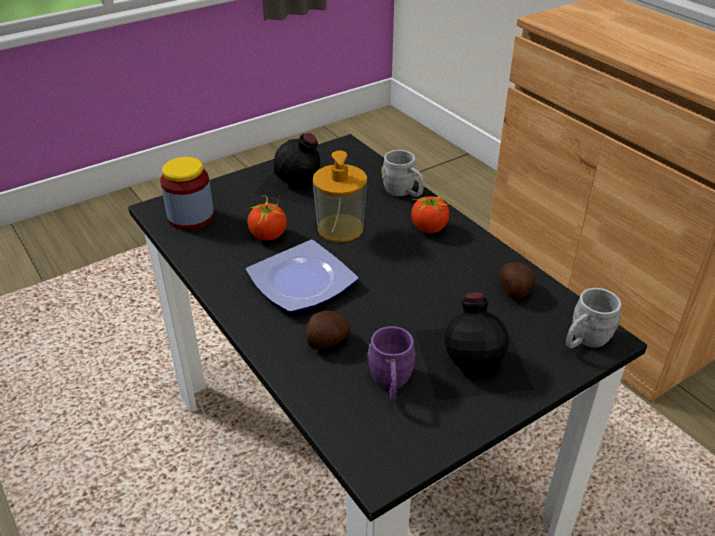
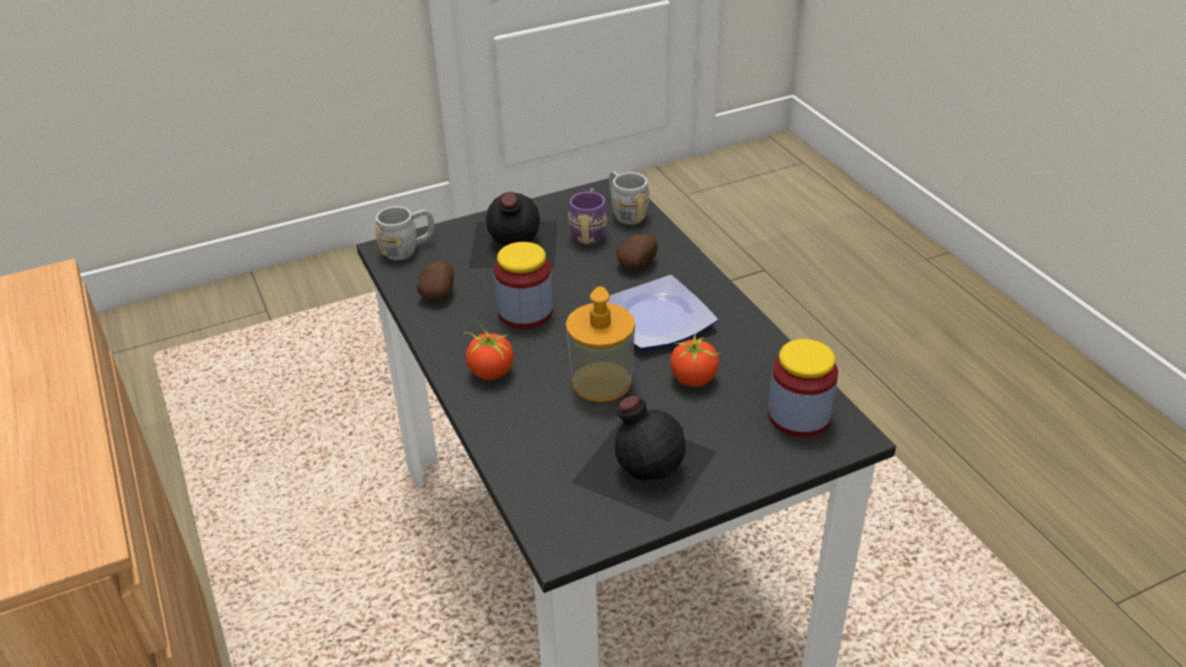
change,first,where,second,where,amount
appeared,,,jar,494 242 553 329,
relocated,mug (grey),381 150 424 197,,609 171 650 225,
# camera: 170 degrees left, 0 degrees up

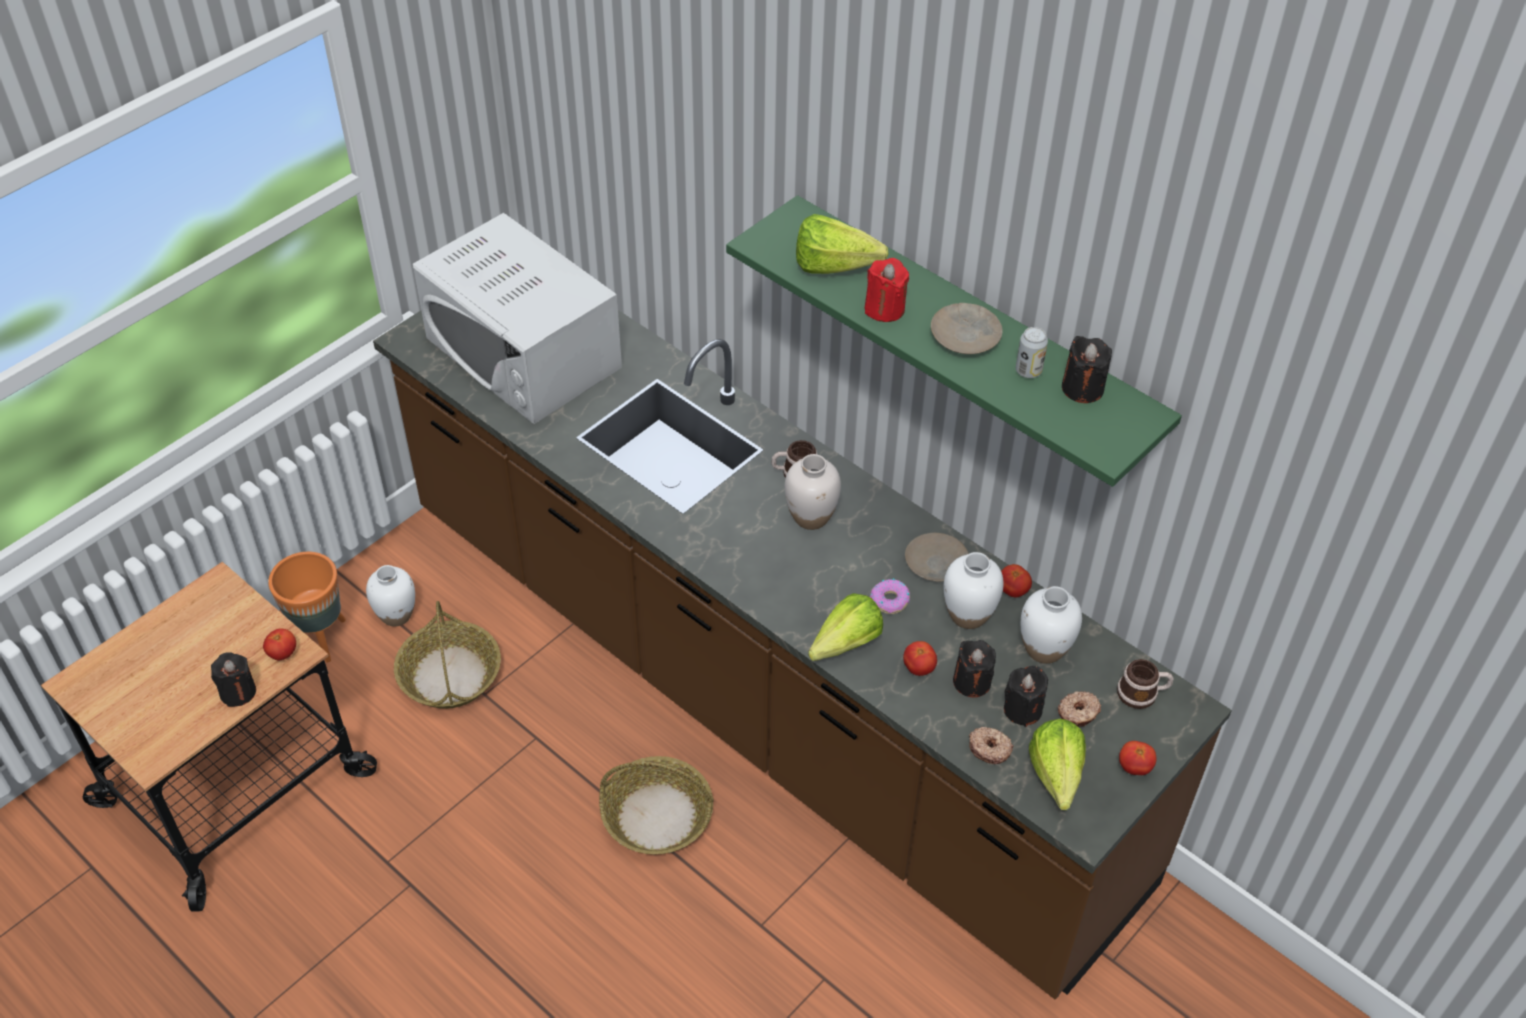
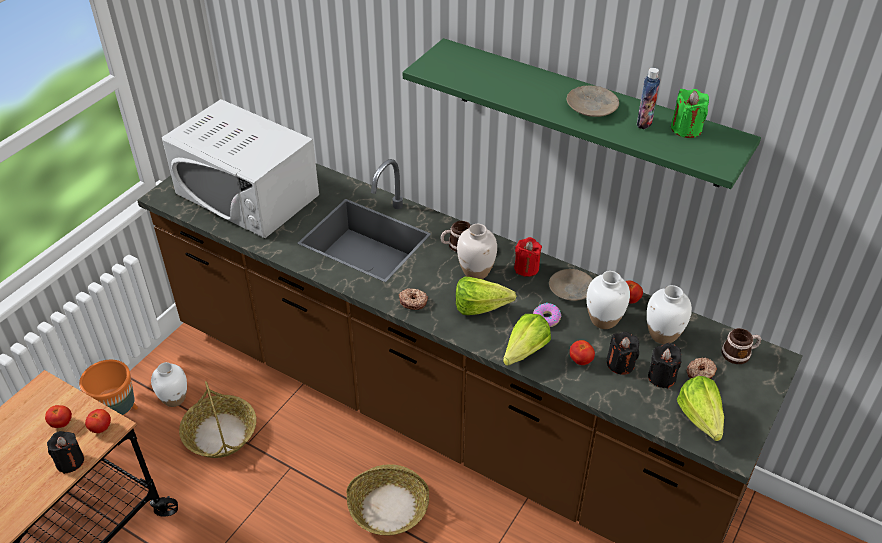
change,first,where,second,where,amount
relocated,tomato,1119 741 1157 775,,45 405 72 428,
relocated,donut,969 727 1014 764,,399 288 428 310,
relocated,lettuce,796 214 889 274,,456 277 516 315,
relocated,candle (red),865 258 909 322,,514 237 542 277,
exchanged,can,1016 327 1048 378,bottle,637 68 660 129,
colour,candle (black),1062 336 1112 403,candle (green),671 89 709 138,
# camera: 10 degrees left, 5 degrees down

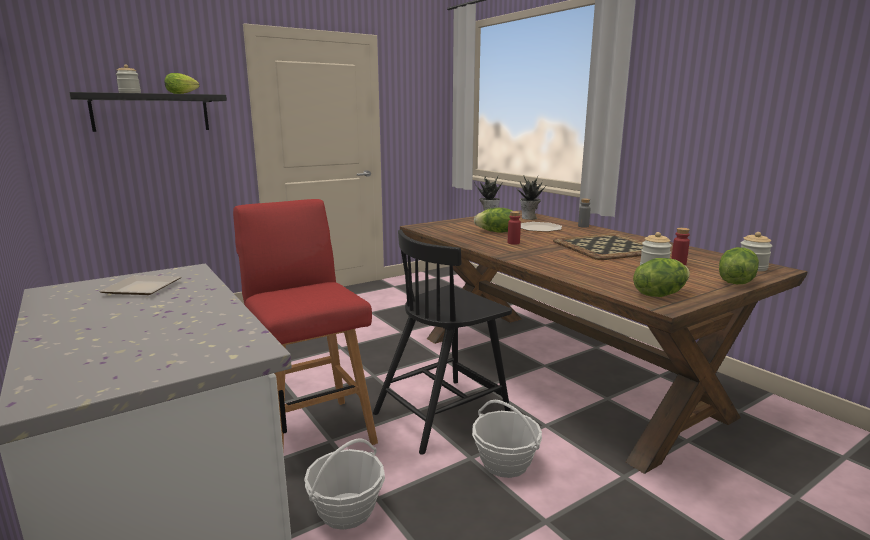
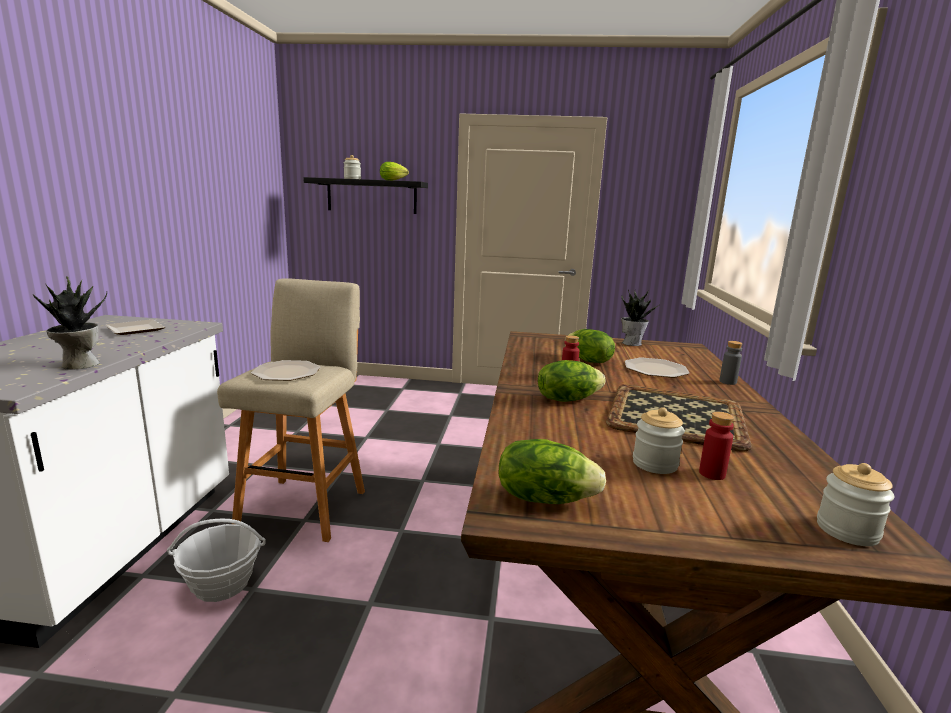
change,first,where,second,where,amount
relocated,potted plant,517 175 546 220,,33 276 107 370,
colour,stool (red),233 199 378 451,stool (beige),217 278 365 542,
appeared,,,plate,251 360 321 381,
relocated,lettuce,719 247 759 284,,538 360 605 402,
missing,chair (black),373 230 512 455,,,
missing,basket,472 400 542 478,,,
# camera: 40 degrees right, 0 degrees up

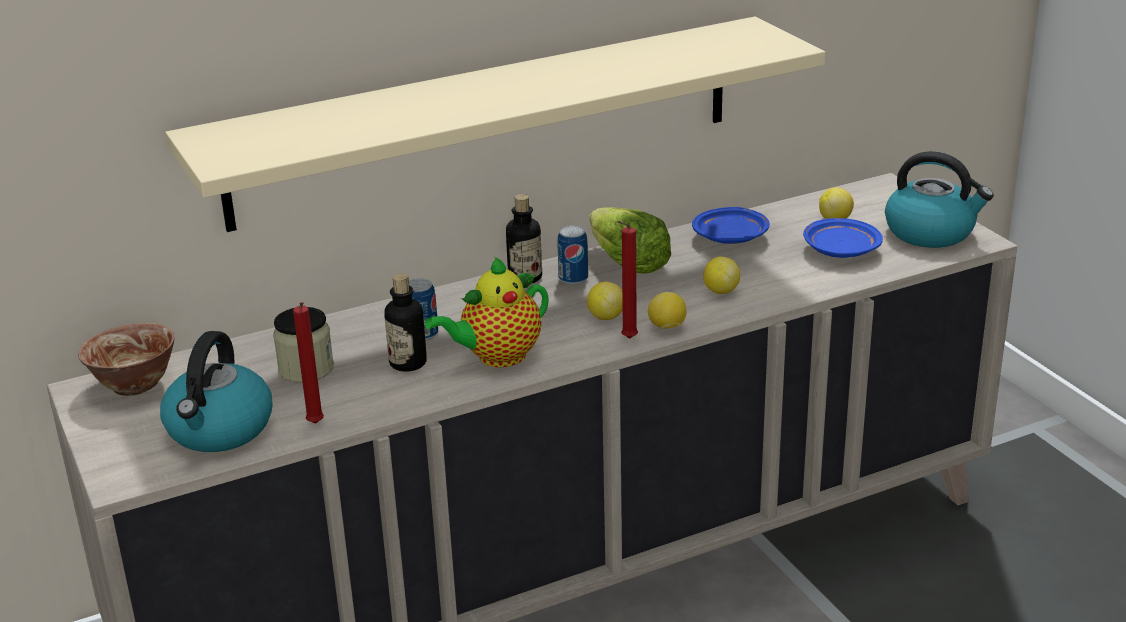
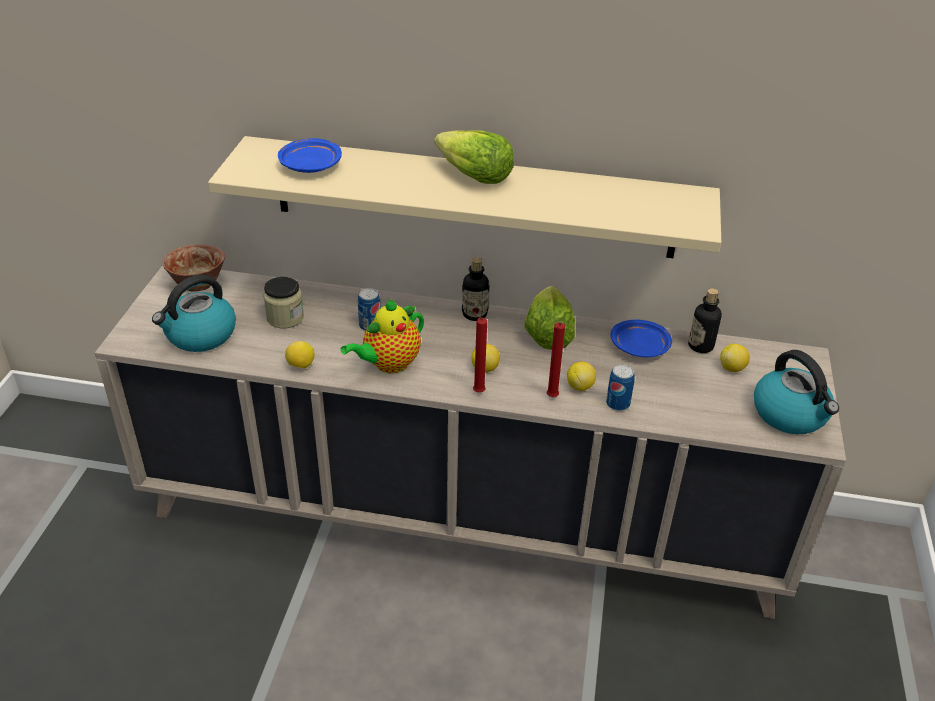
change,first,where,second,where,amount
relocated,plate (blue),803 218 883 258,,278 138 342 173,
relocated,lemon,648 292 686 329,,285 341 314 369,
spun,teapot,425 257 549 367,,341 299 424 373,45 degrees counterclockwise
appeared,,,lettuce,434 130 514 184,
relocated,candle (red),293 302 324 424,,547 322 565 397,
relocated,can,557 225 588 285,,606 364 635 411,
relocated,bottle,384 273 427 372,,688 288 722 353,
# camera: 35 degrees right, 10 degrees up

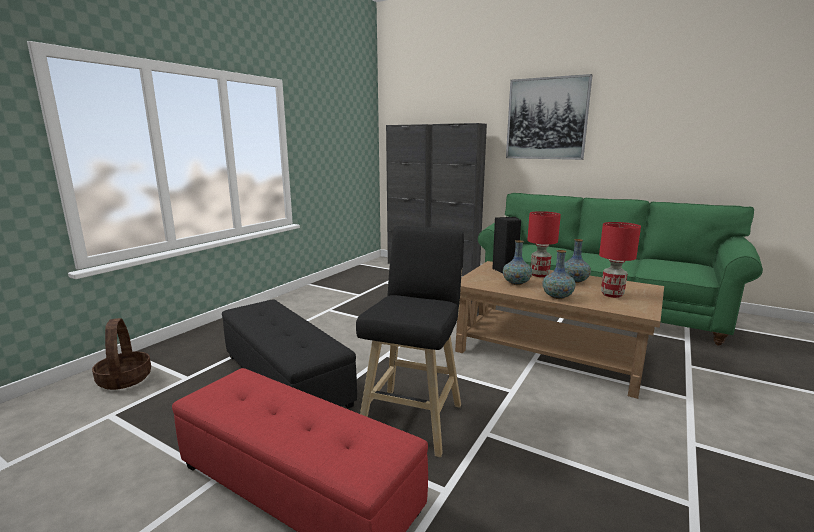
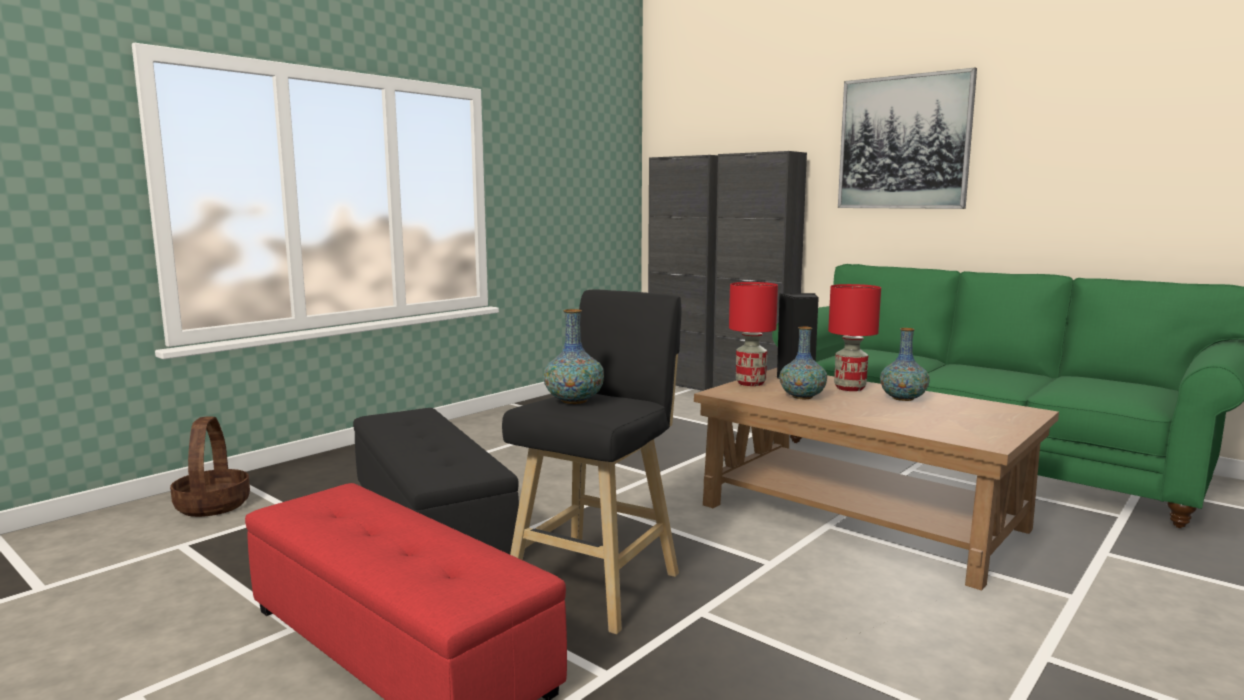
change,first,where,second,where,amount
relocated,vase,542 250 576 299,,543 309 604 404,
relocated,table lamp (red),599 222 641 298,,729 282 778 386,
# camera: 10 degrees right, 5 degrees down

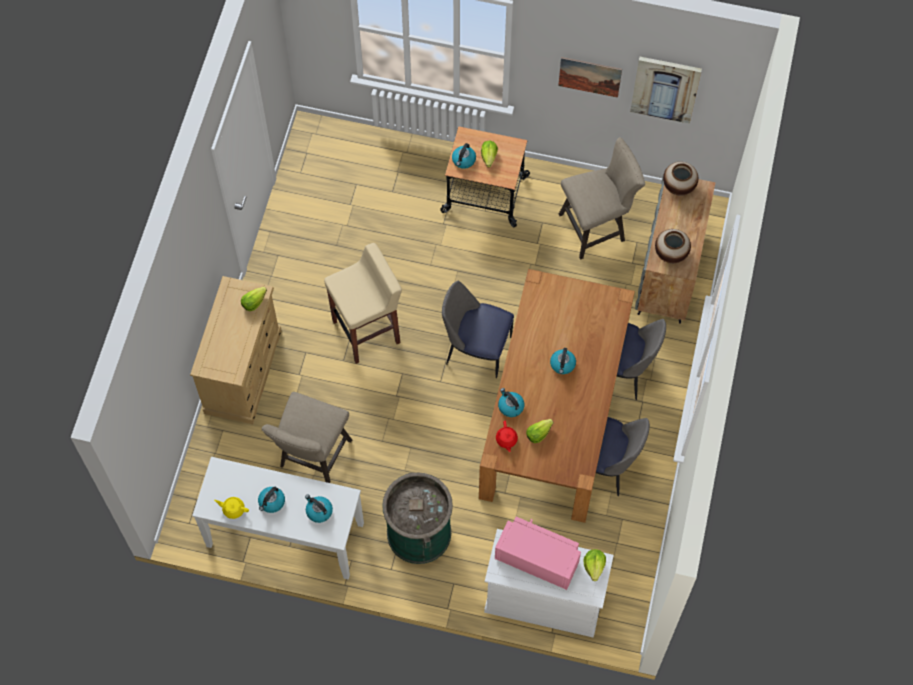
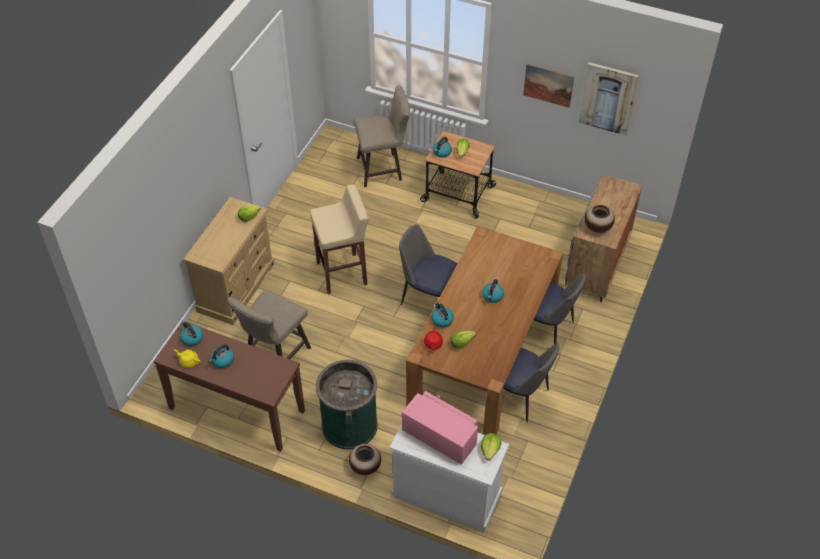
change,first,where,second,where,amount
colour,console table (white),192 457 364 580,console table (brown),154 321 305 452,
relocated,kettle,305 494 333 523,,180 321 203 346,
relocated,vase,663 162 698 196,,349 444 381 475,
relocated,stool (beige),559 137 645 260,,354 85 410 187,
# camera: 10 degrees right, 15 degrees down

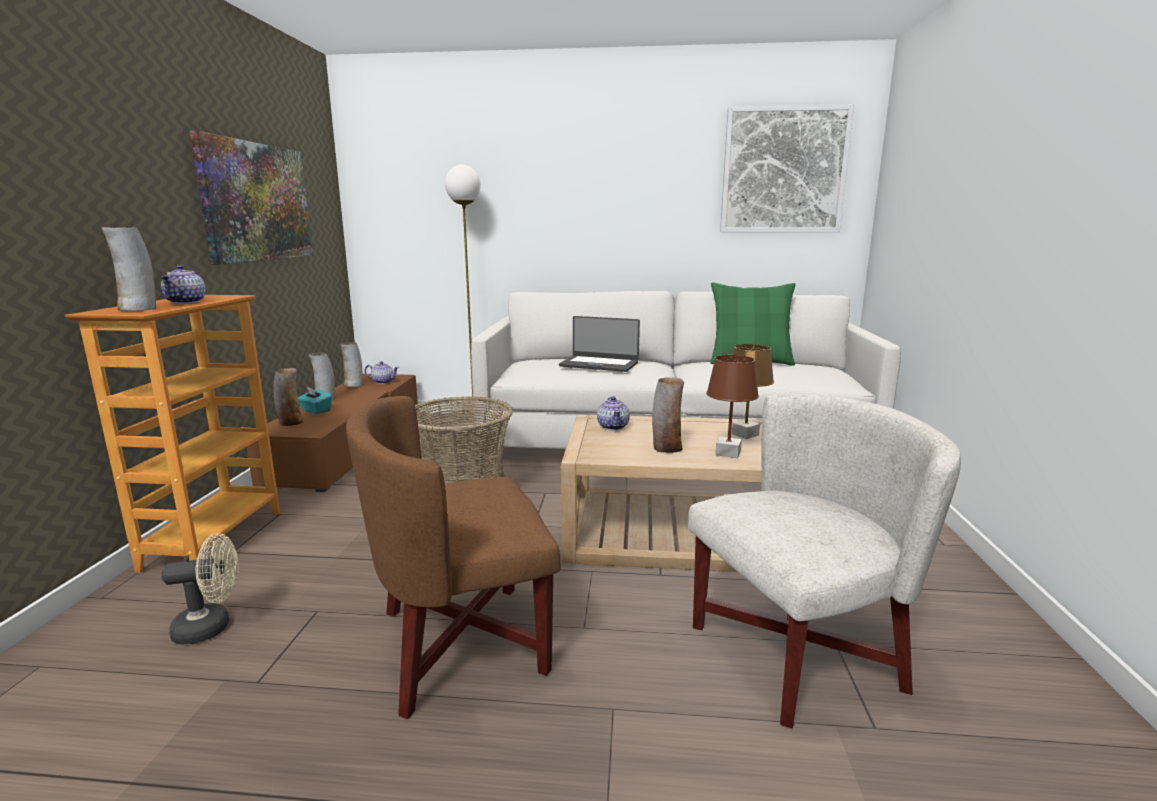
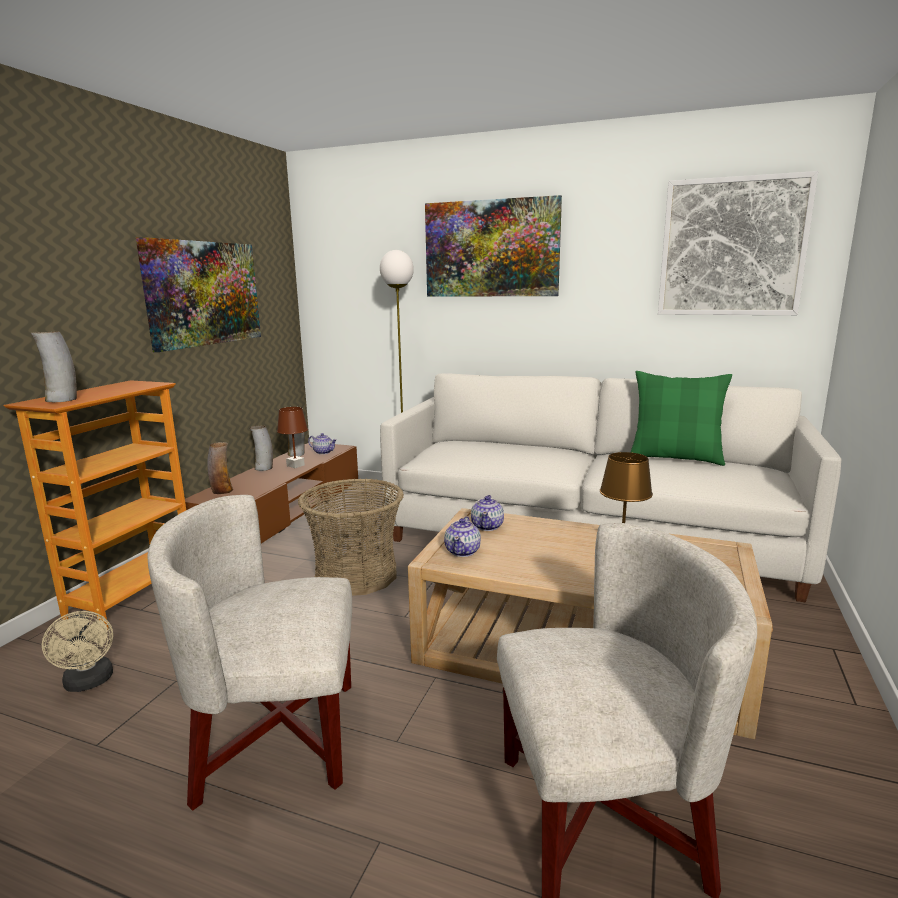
change,first,where,second,where,amount
spun,fan (beige),162 533 239 645,,42 611 113 692,60 degrees clockwise
colour,armchair (brown),346 396 561 719,armchair (white),147 495 352 811,
relocated,table lamp (brown),706 355 759 458,,277 407 308 468,
appeared,,,picture,425 195 562 297,
relocated,teapot,161 265 206 304,,444 516 481 557,
missing,tissue box (turquoise),297 386 332 414,,,
missing,laptop,559 316 640 372,,,
missing,vase,652 377 684 453,,,
# camera: 15 degrees right, 0 degrees up

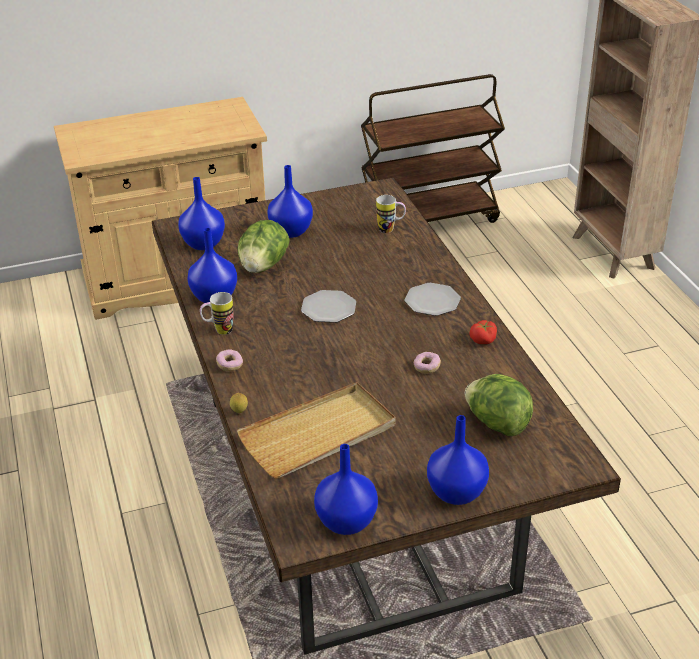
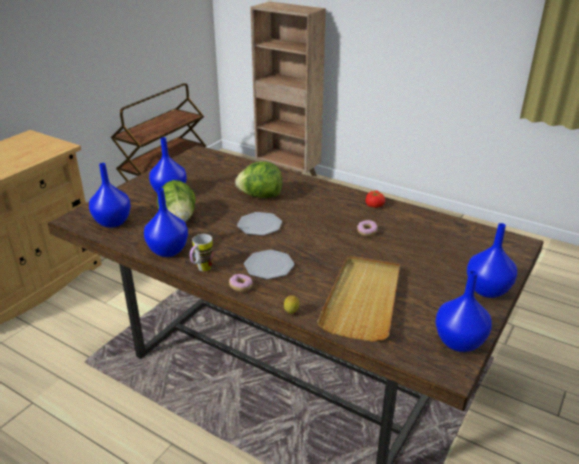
change,first,where,second,where,amount
relocated,lettuce,465 374 533 436,,235 161 282 198,
relocated,plate,404 283 461 316,,244 250 294 279,
missing,mug,376 195 406 233,,,
# camera: 40 degrees left, 5 degrees down

